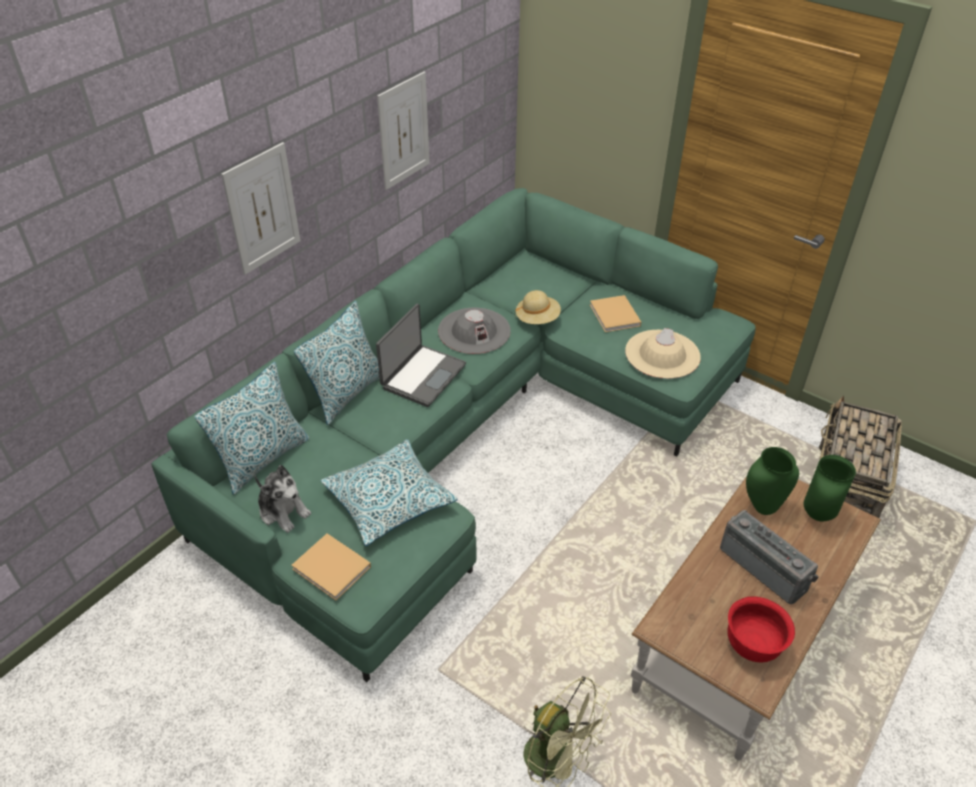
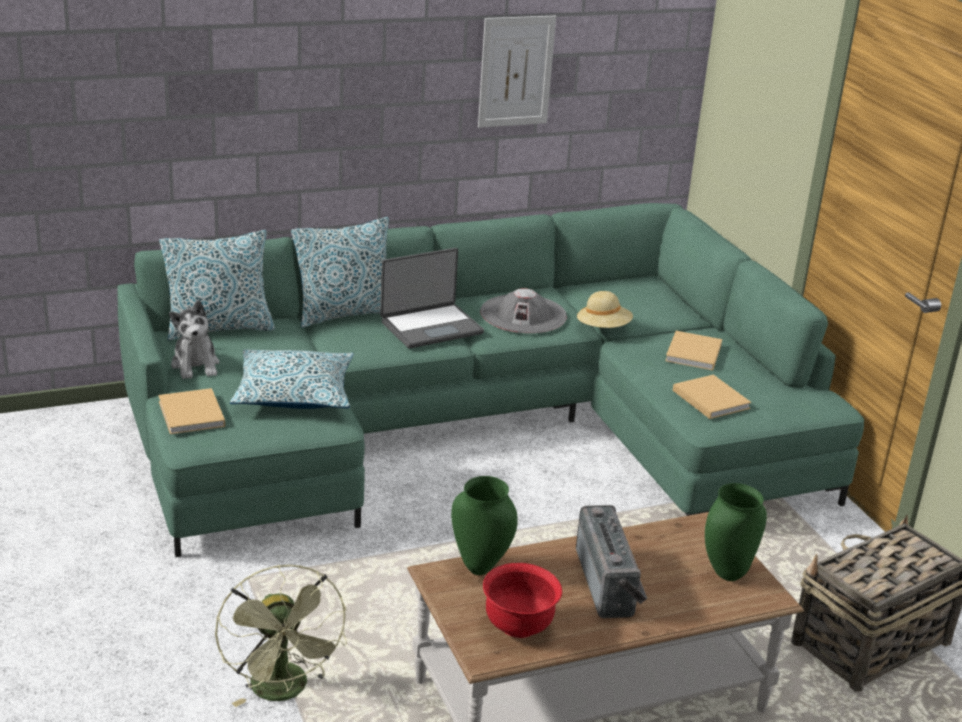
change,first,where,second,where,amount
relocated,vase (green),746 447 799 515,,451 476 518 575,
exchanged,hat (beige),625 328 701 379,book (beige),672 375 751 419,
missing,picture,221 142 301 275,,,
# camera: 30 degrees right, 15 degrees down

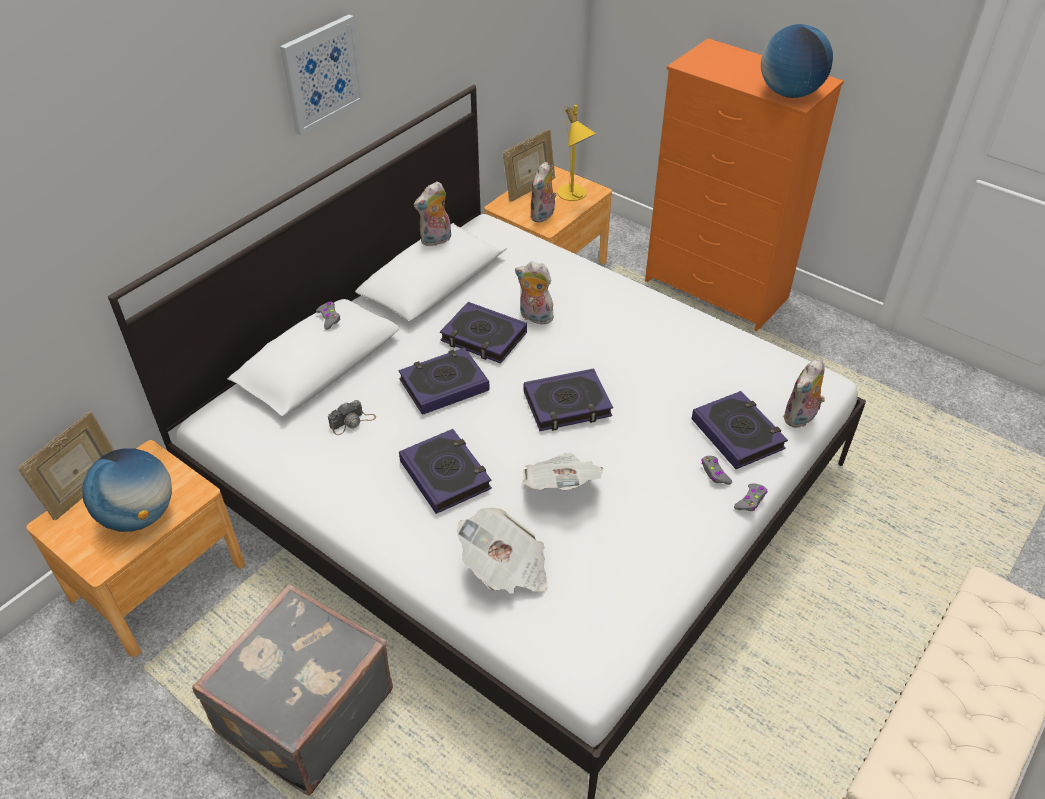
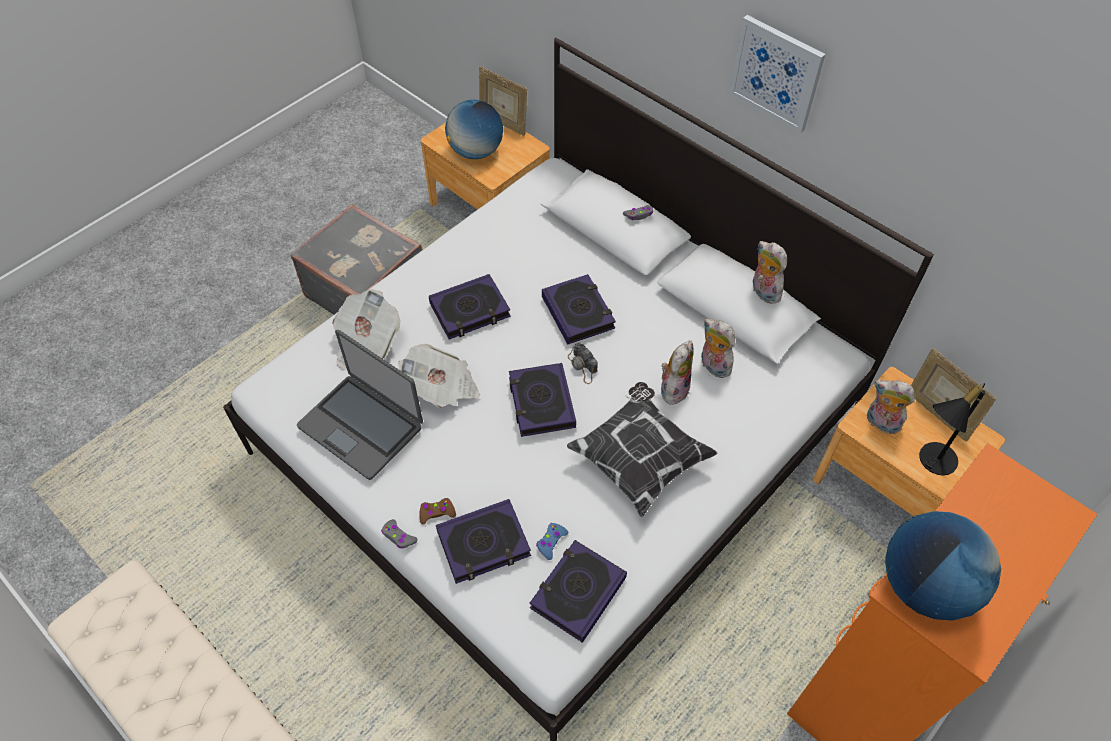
change,first,where,second,where,amount
appeared,,,laptop,297 330 423 480,
colour,game controller (grey),702 456 732 485,game controller (brown),419 498 456 525,
relocated,book,440 302 527 364,,529 540 627 643,
appeared,,,game controller (blue),536 523 568 560,
appeared,,,pillow,567 382 717 517,
relocated,photo camera,328 400 376 435,,568 342 598 384,
relocated,plush toy,783 358 825 428,,701 319 735 378,
colour,table lamp (yellow),557 105 596 201,table lamp (black),919 383 986 476,
# camera: 95 degrees right, 10 degrees up

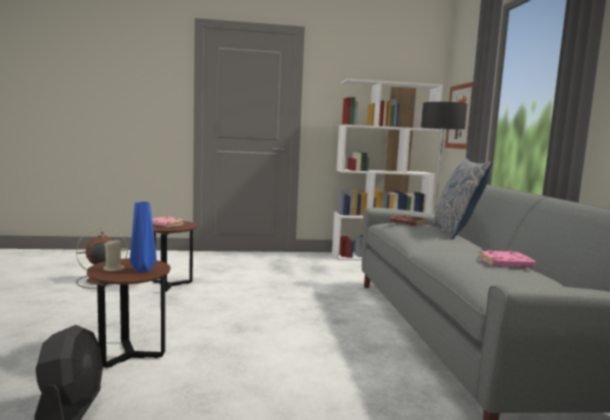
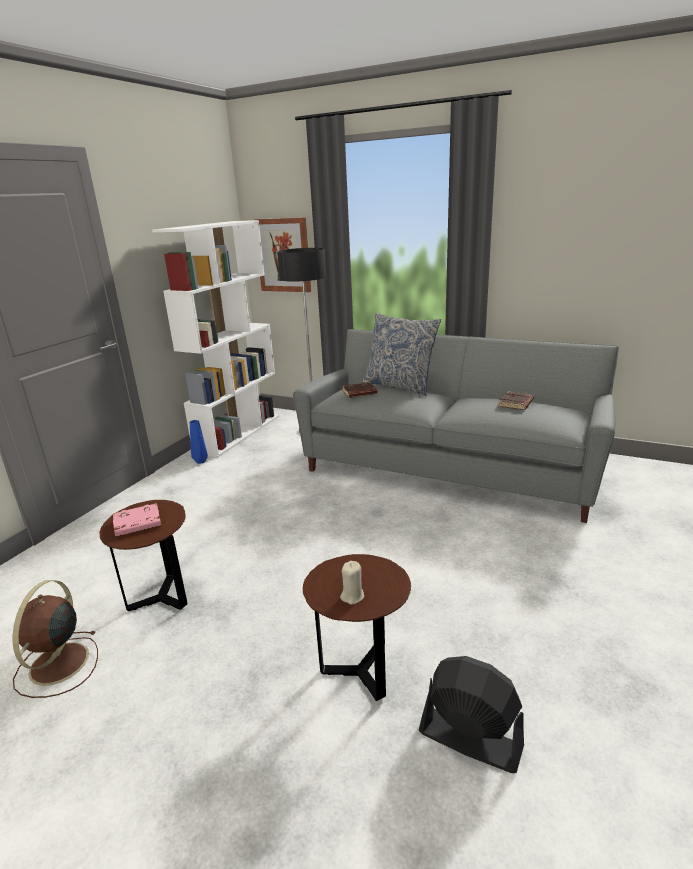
change,first,where,second,where,amount
relocated,vase (blue),130 202 157 272,,190 420 208 464,
colour,book (pink),479 250 536 267,book (brown),498 391 534 410,
# camera: 55 degrees left, 15 degrees up

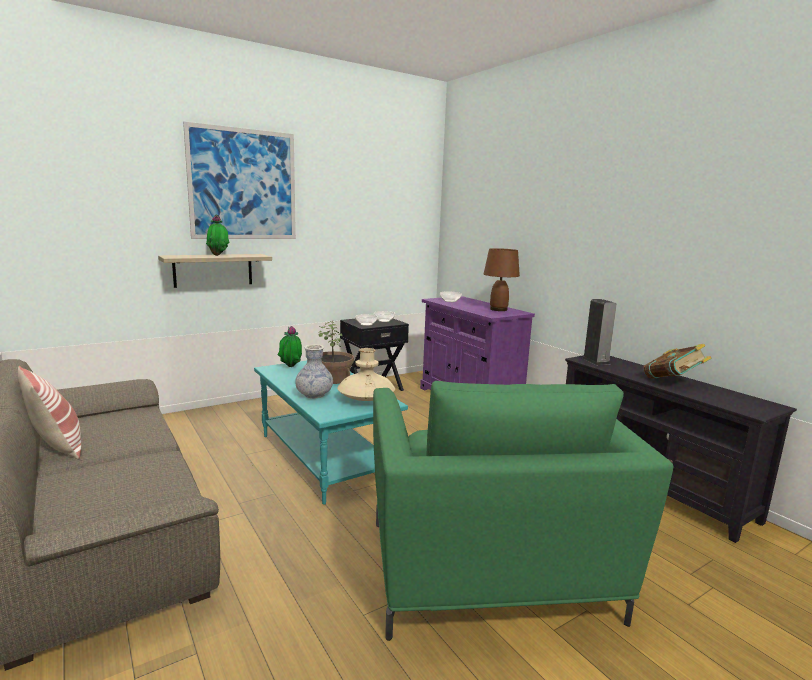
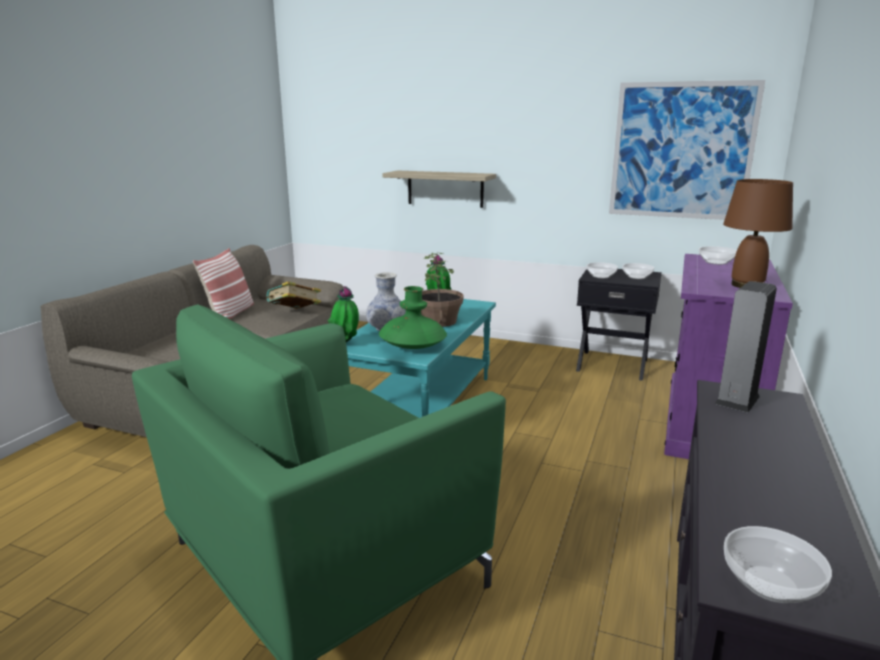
change,first,where,second,where,amount
relocated,book,644 344 712 379,,266 281 321 309,
relocated,potted plant,206 215 229 256,,328 286 359 342,
colour,vase (beige),337 348 395 401,vase (green),379 286 447 349,
relocated,picture,183 122 296 239,,609 80 765 220,
appeared,,,bowl,724 526 832 603,
# camera: 55 degrees right, 5 degrees up

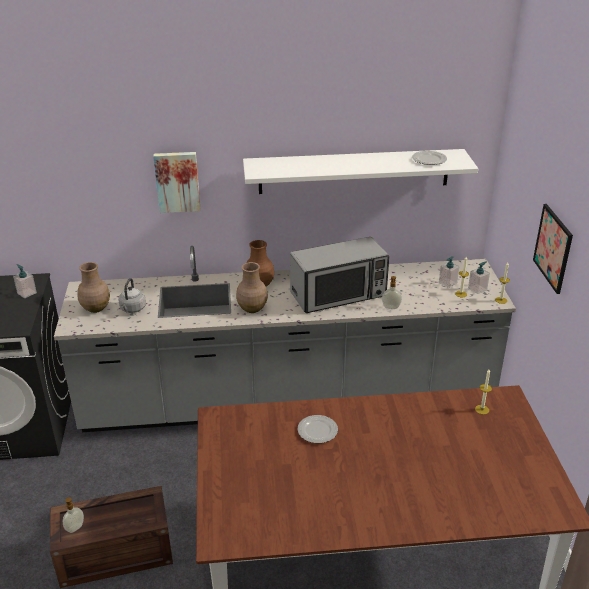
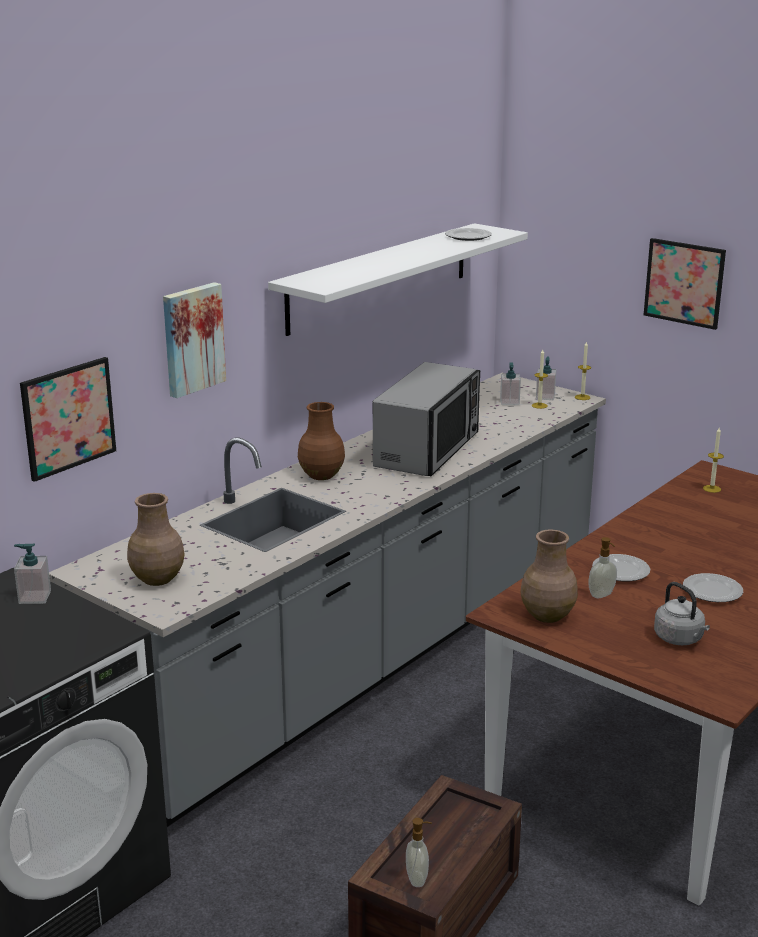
change,first,where,second,where,amount
appeared,,,picture,20 357 116 482,
relocated,vase (brown),236 262 268 313,,520 530 578 623,
relocated,soap dispenser,382 276 402 309,,588 537 617 598,
relocated,kettle (grey),118 278 146 313,,654 582 710 645,
appeared,,,plate,683 573 743 602,
# camera: 45 degrees left, 10 degrees down

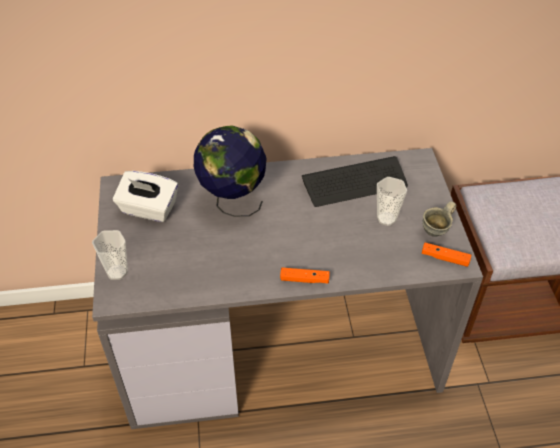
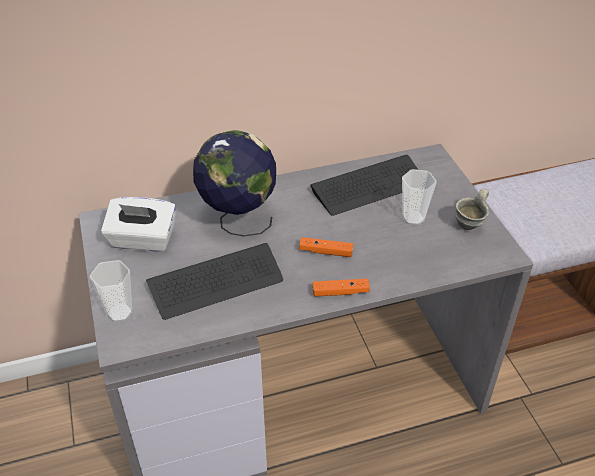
change,first,where,second,where,amount
appeared,,,keyboard,146 243 283 320,
relocated,game controller (orange),422 243 471 267,,299 237 353 257,
# camera: 10 degrees left, 5 degrees down

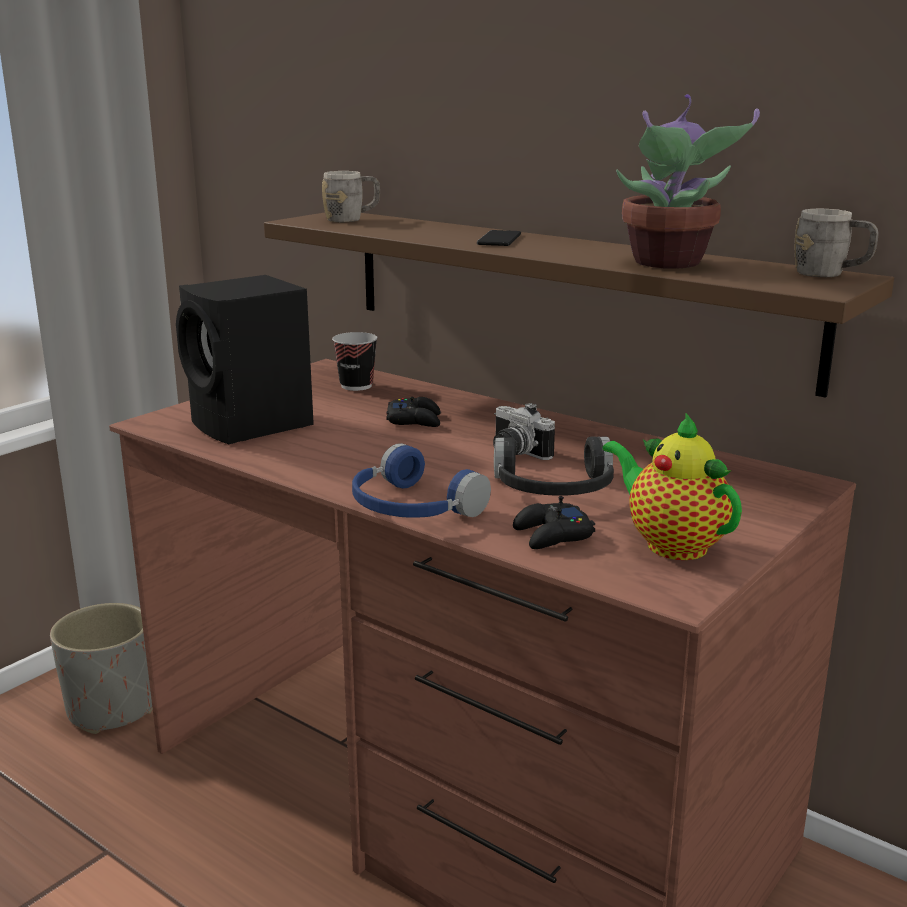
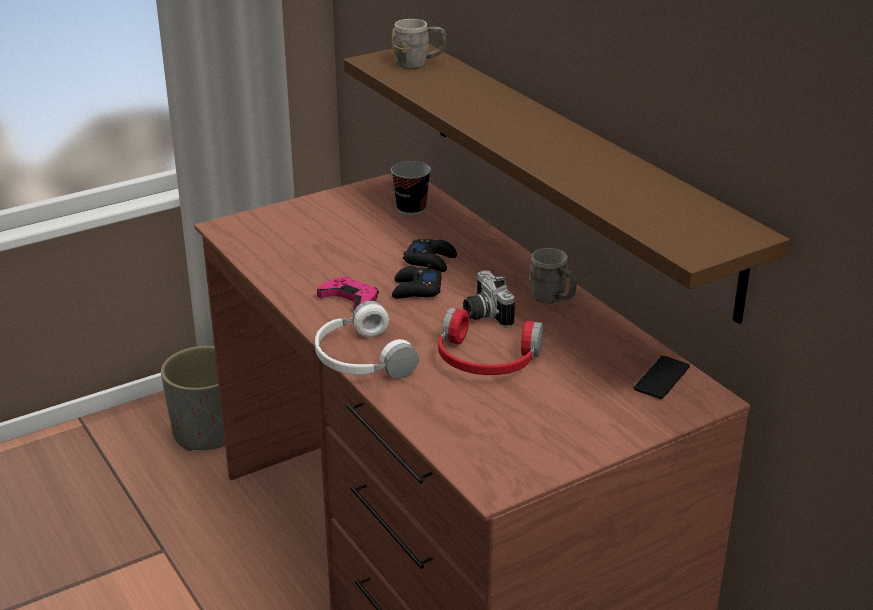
change,first,where,second,where,amount
colour,headphones (blue),352 443 491 518,headphones (white),315 301 419 378,
appeared,,,game controller (pink),317 277 379 310,
relocated,game controller (black),513 496 595 549,,392 264 442 299,
colour,headphones (black),494 436 614 496,headphones (red),438 308 543 375,
relocated,mug (grey),795 209 879 277,,529 248 577 303,
relocated,phone,477 230 521 246,,633 356 690 399,
missing,speaker (black),176 275 314 444,,,
missing,teapot,603 413 742 560,,,
missing,potted plant,616 94 760 269,,,
# camera: 20 degrees right, 10 degrees up

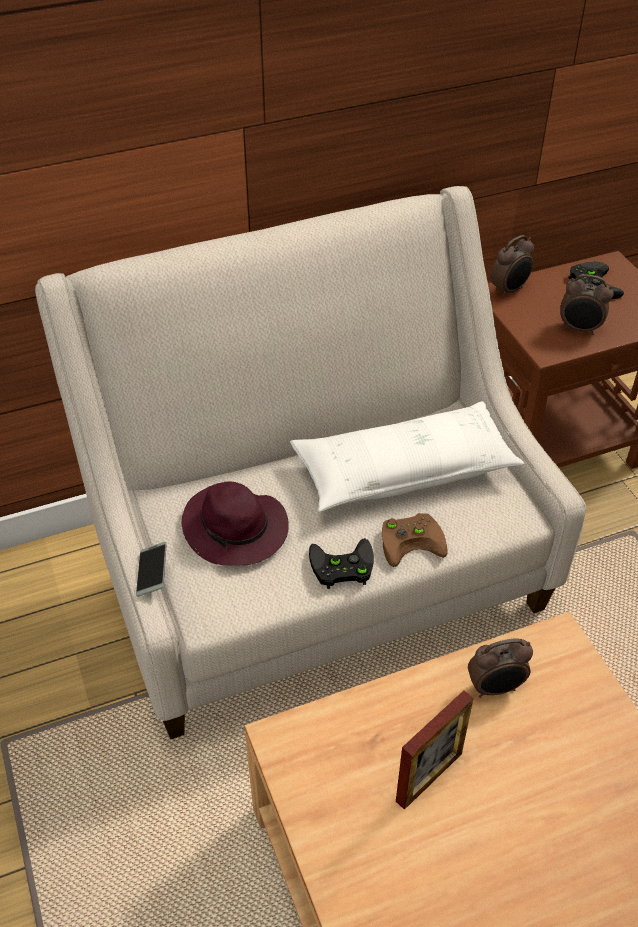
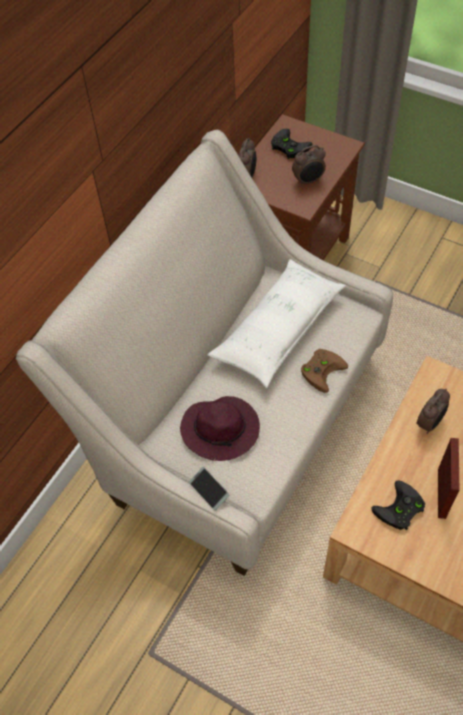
change,first,where,second,where,amount
relocated,game controller (black),309 538 374 589,,371 481 425 530,
# camera: 35 degrees left, 10 degrees up

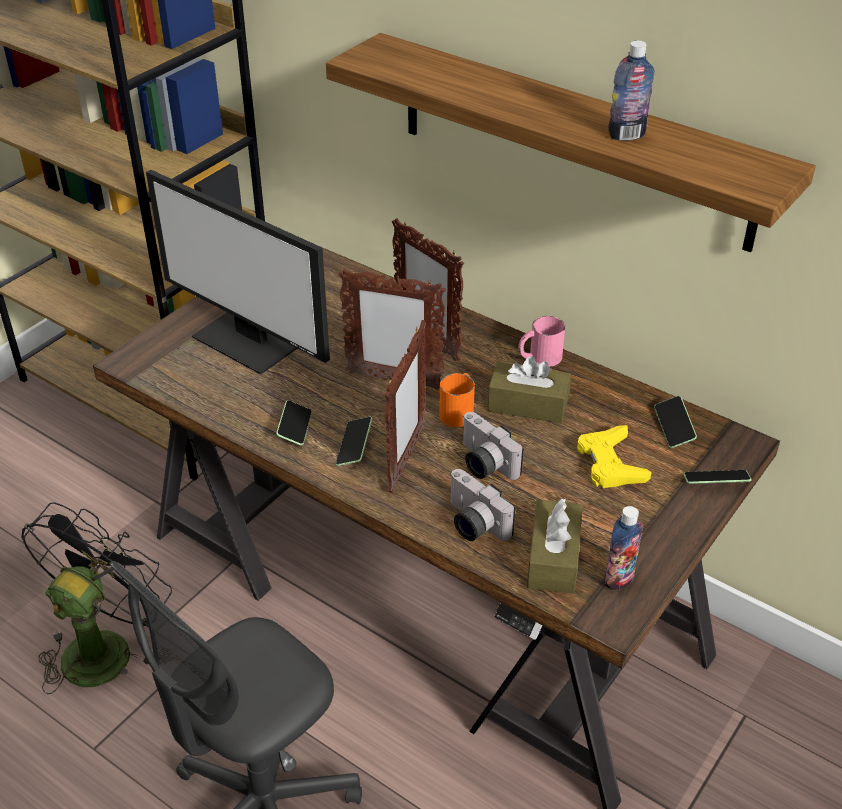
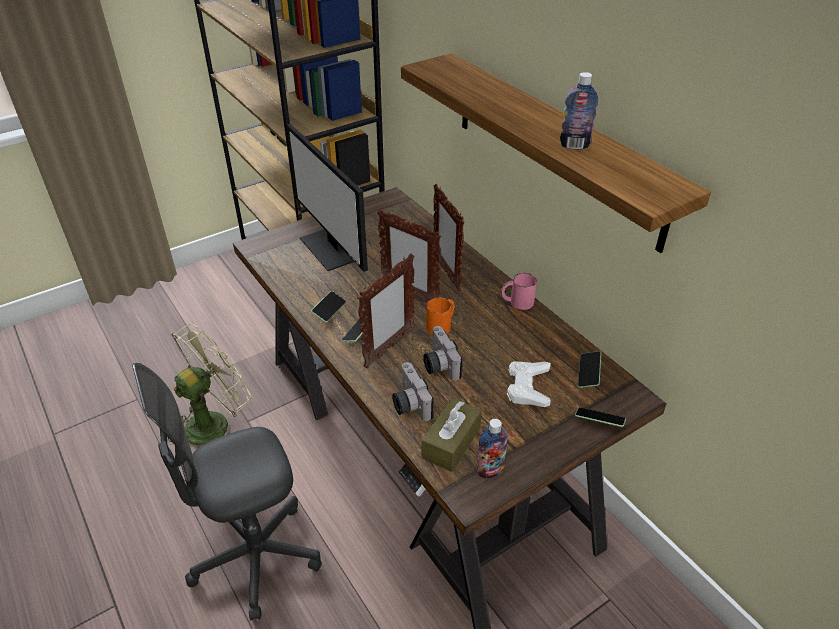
change,first,where,second,where,amount
colour,fan (black),21 503 172 694,fan (green),168 324 251 446,
colour,game controller (yellow),577 425 652 488,game controller (white),507 361 551 407,
missing,tissue box (brown),488 356 571 423,,,
# camera: 20 degrees right, 0 degrees up

